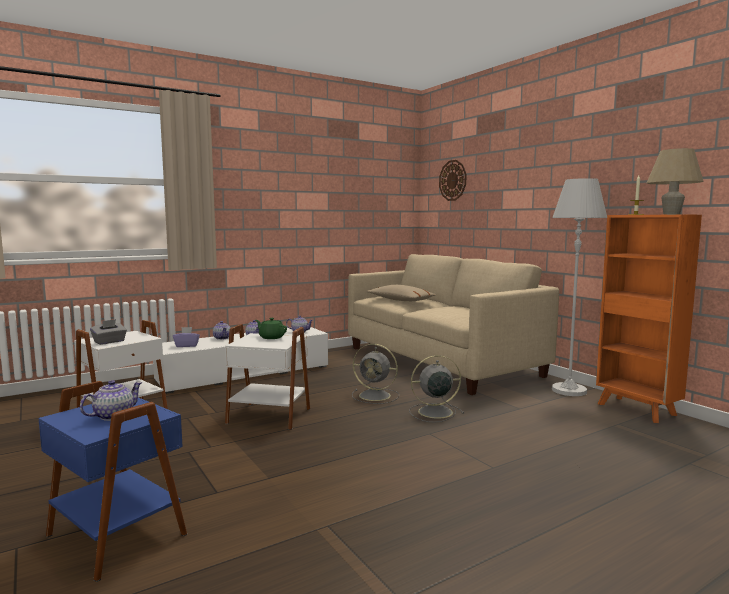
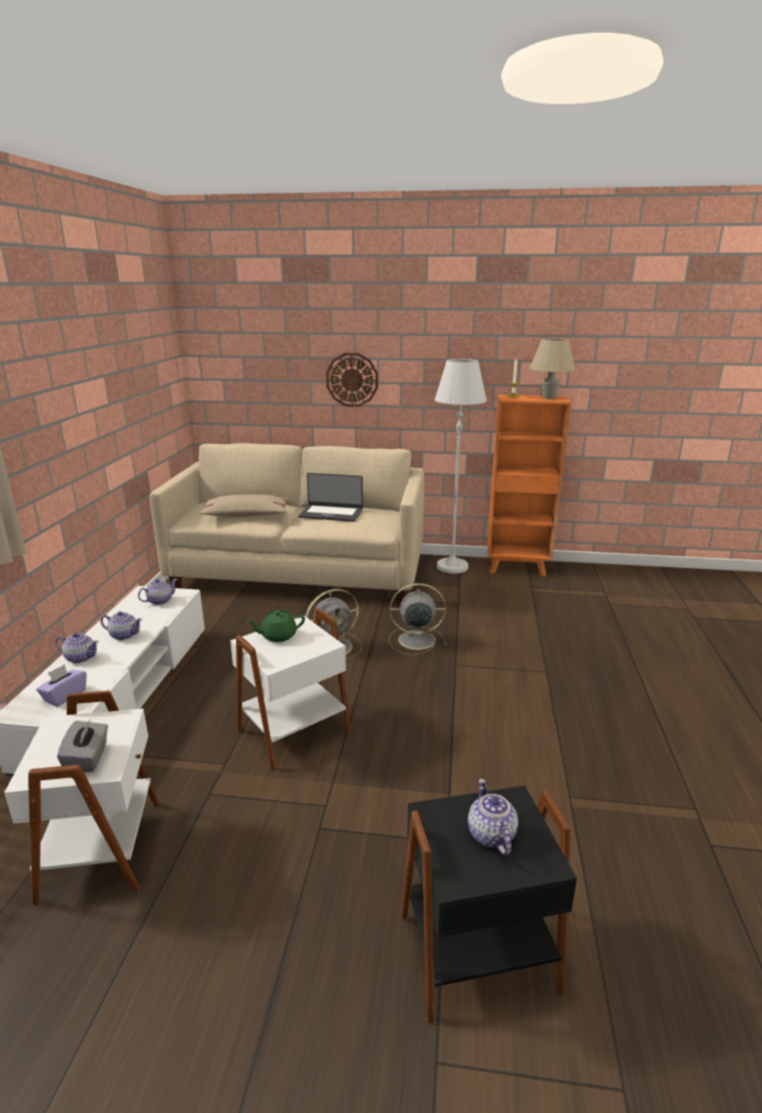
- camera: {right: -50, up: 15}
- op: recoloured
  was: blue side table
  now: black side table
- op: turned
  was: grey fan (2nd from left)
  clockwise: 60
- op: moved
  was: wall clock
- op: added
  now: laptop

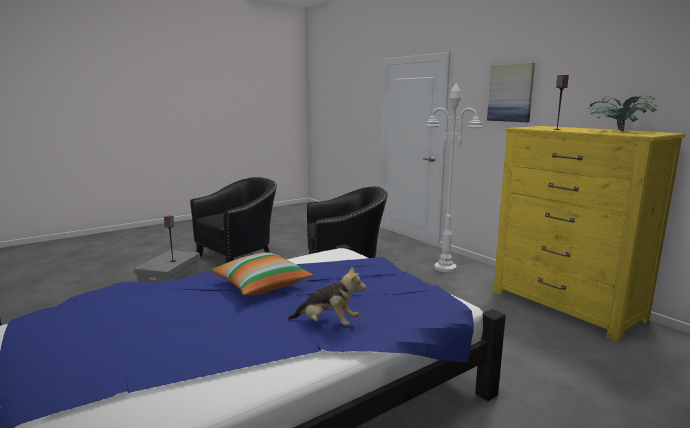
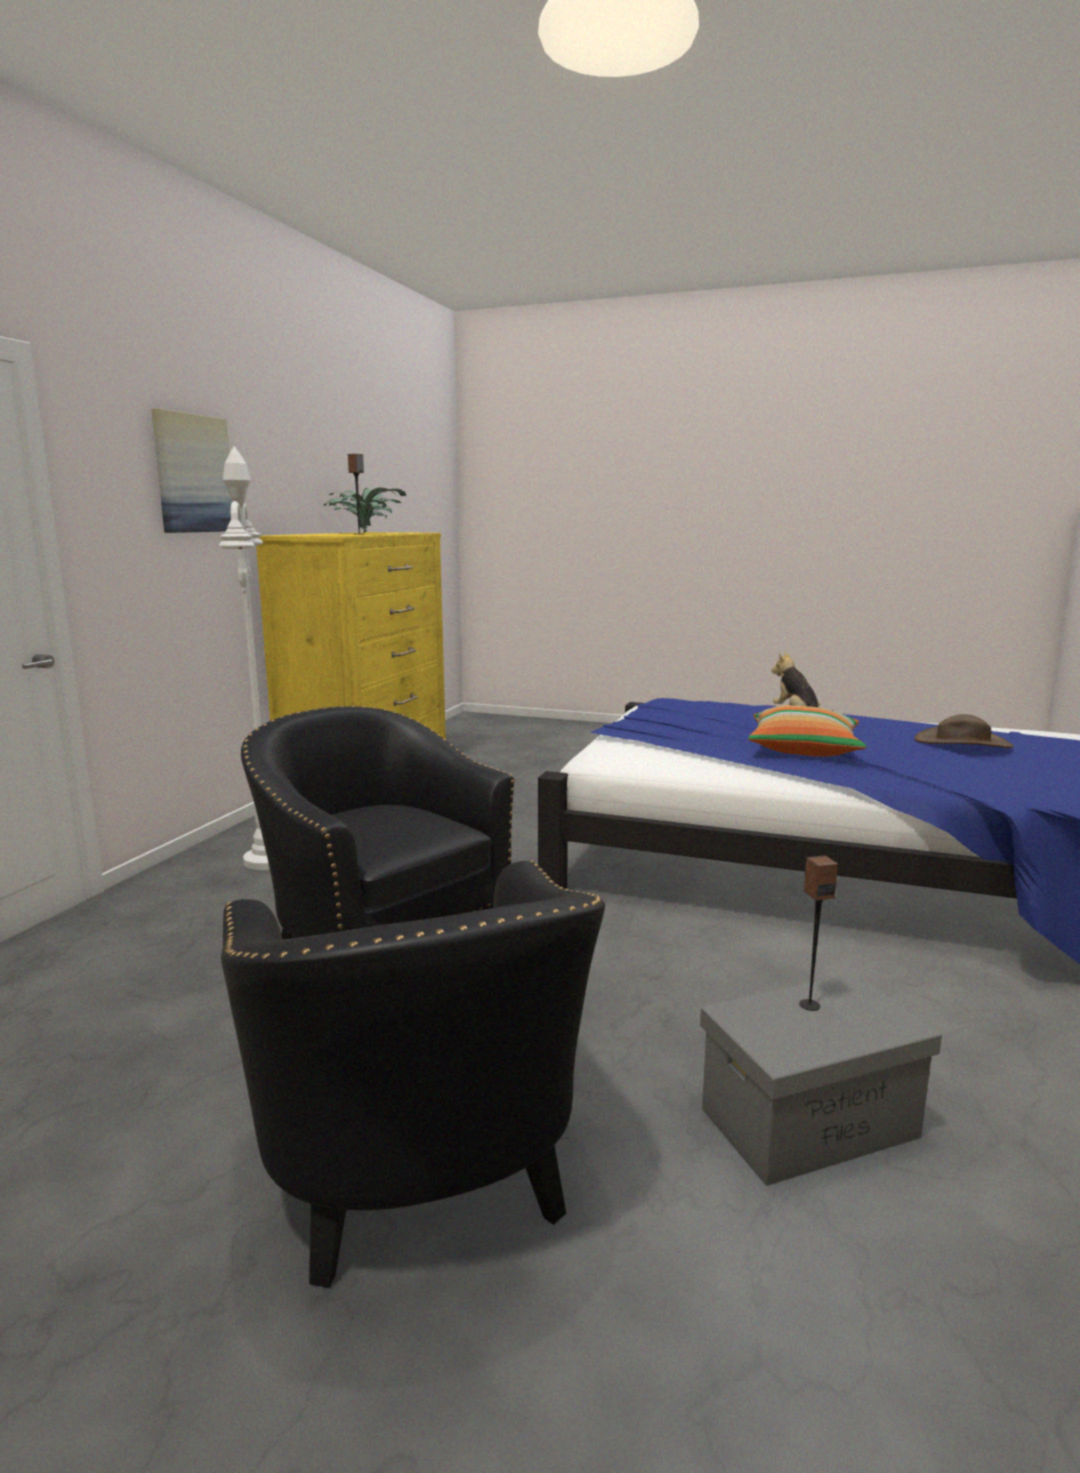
- camera: {right: -125, up: 0}
- op: turned
  was: black armchair (1st from left in the first image)
  clockwise: -120
- op: added
  now: brown hat

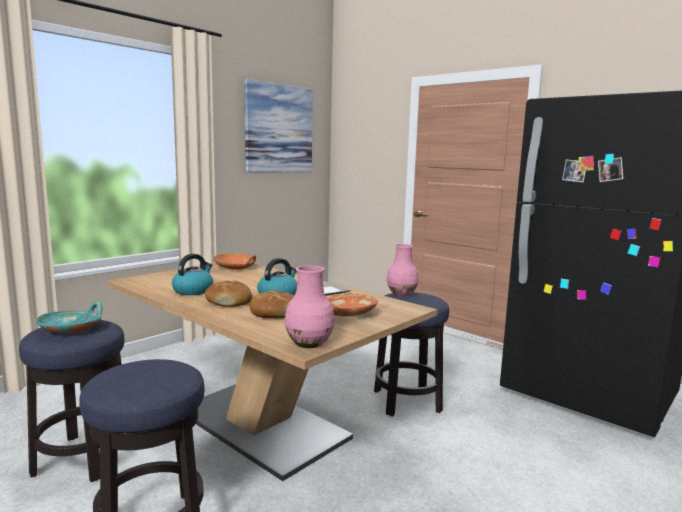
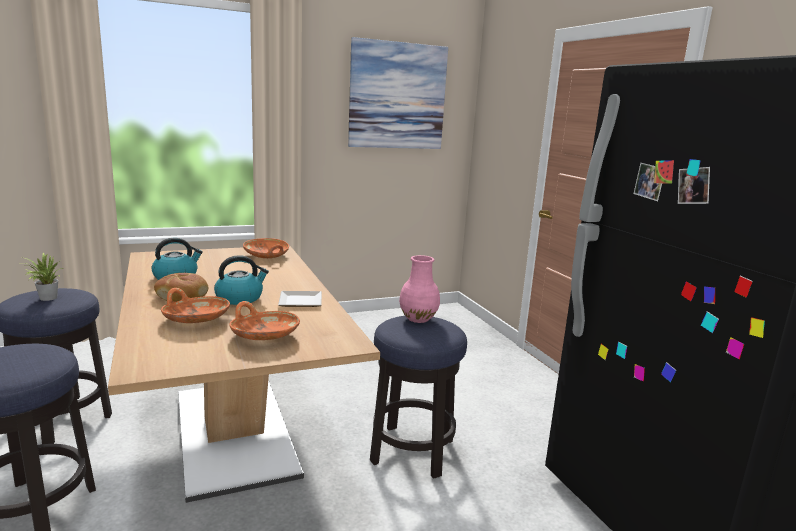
- camera: {right: 25, up: 5}
- op: replaced
  was: turquoise bowl
  now: potted plant
- op: replaced
  was: bread (2nd from left)
  now: orange bowl (1st from left)
- op: removed
  was: pink vase (1st from left)

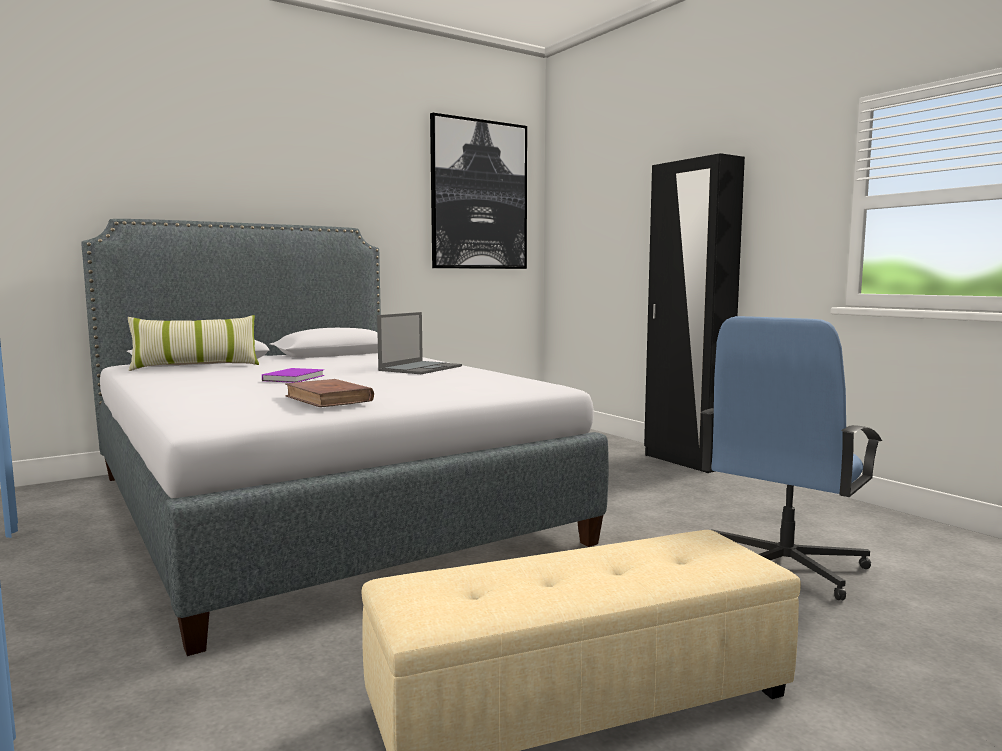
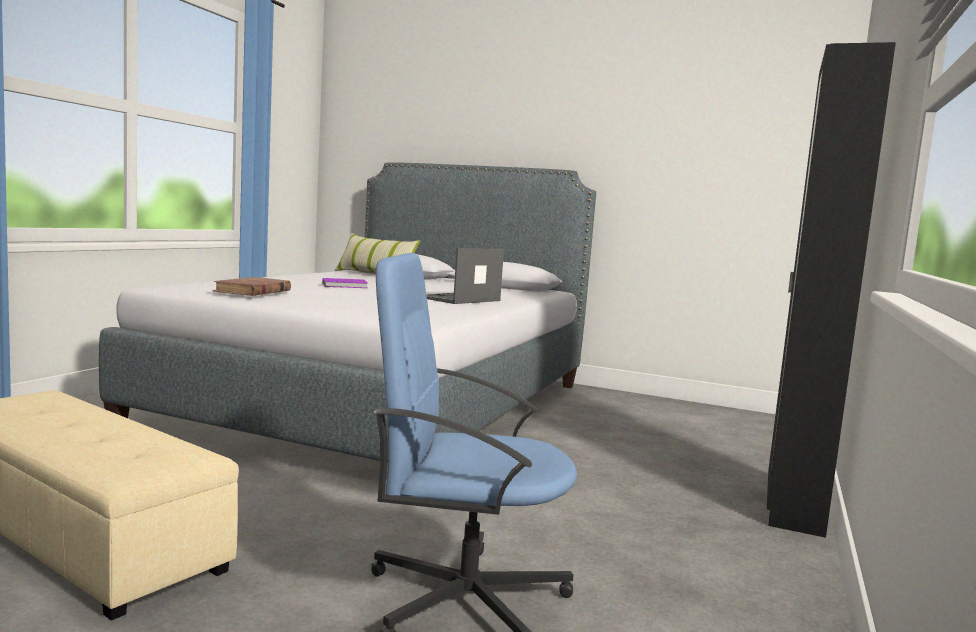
- camera: {right: 55, up: 0}
- op: turned
  was: laptop
  clockwise: 135
- op: removed
  was: picture

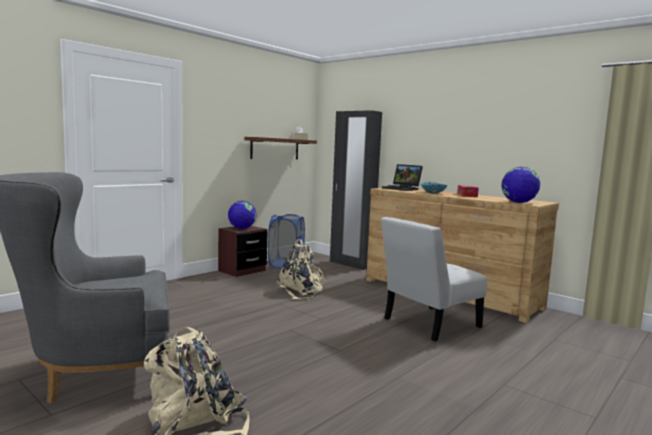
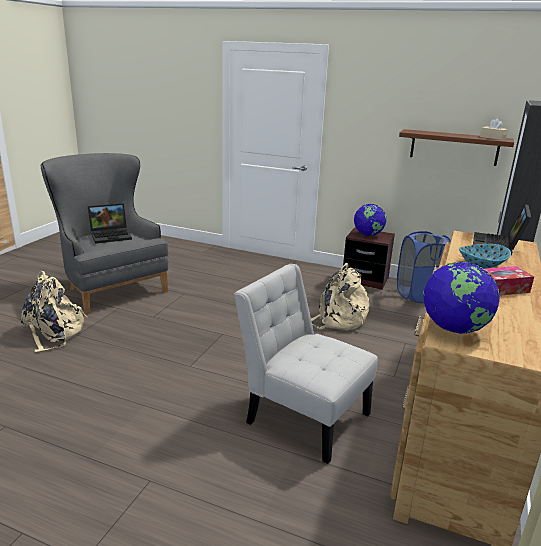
- camera: {right: 70, up: 15}
- op: added
  now: laptop (1st from left)

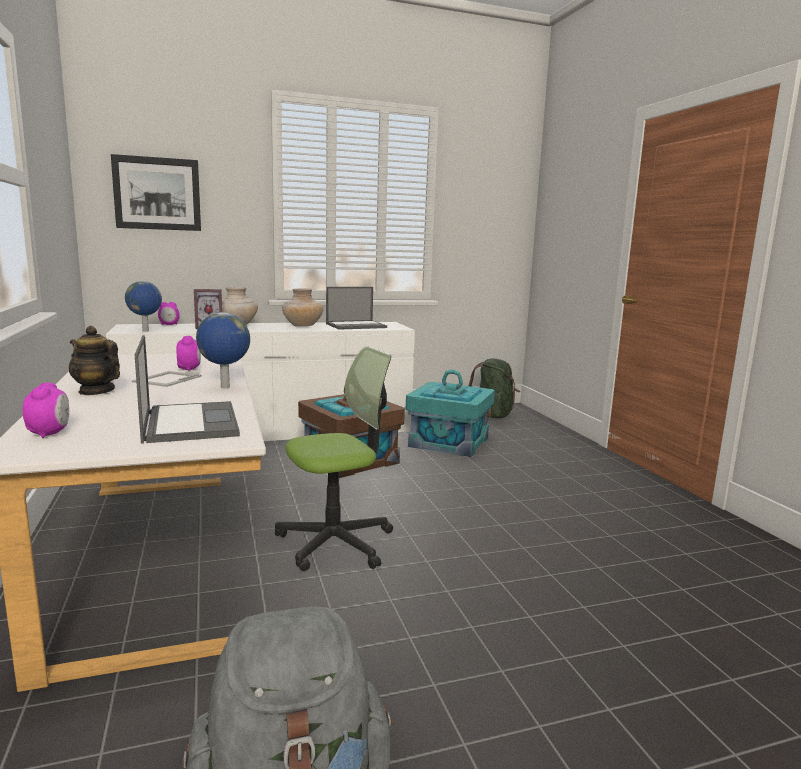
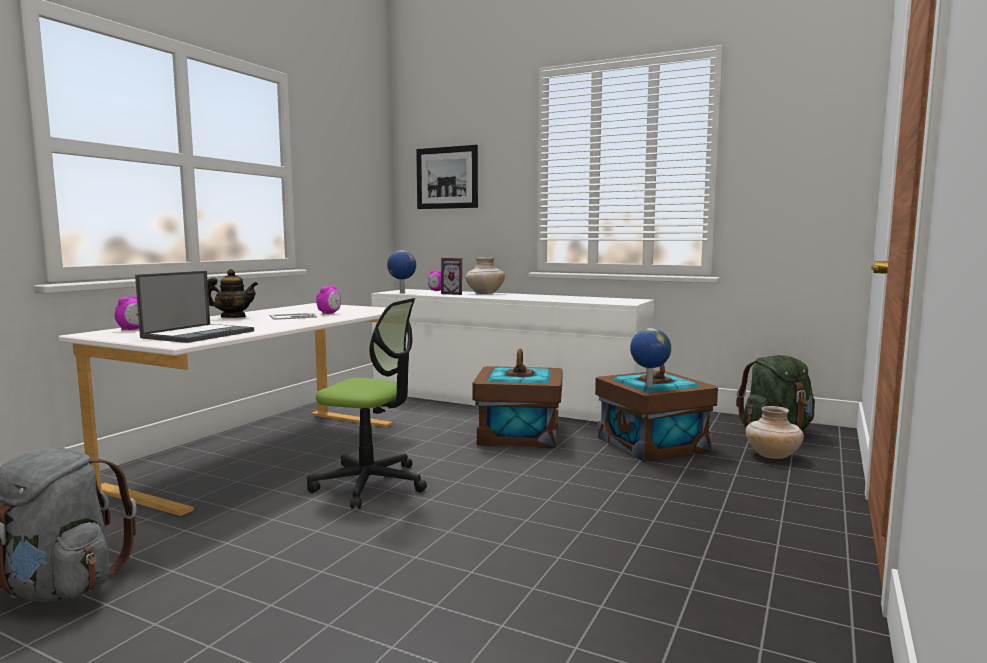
- camera: {right: 45, up: -5}
- op: turned
  was: teapot
  clockwise: 105
- op: moved
  was: globe (2nd from left)
- op: moved
  was: beige vase (2nd from left)
- op: removed
  was: laptop (2nd from left)
- op: recoloured
  was: turquoise storage box
  now: brown storage box (2nd from left)

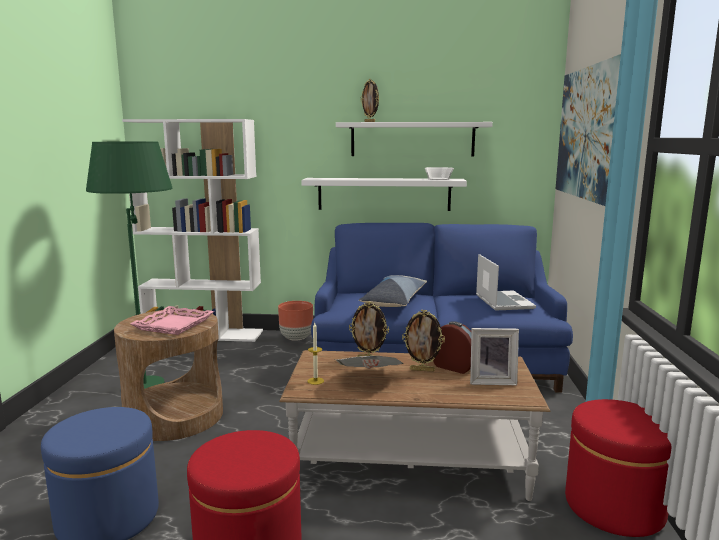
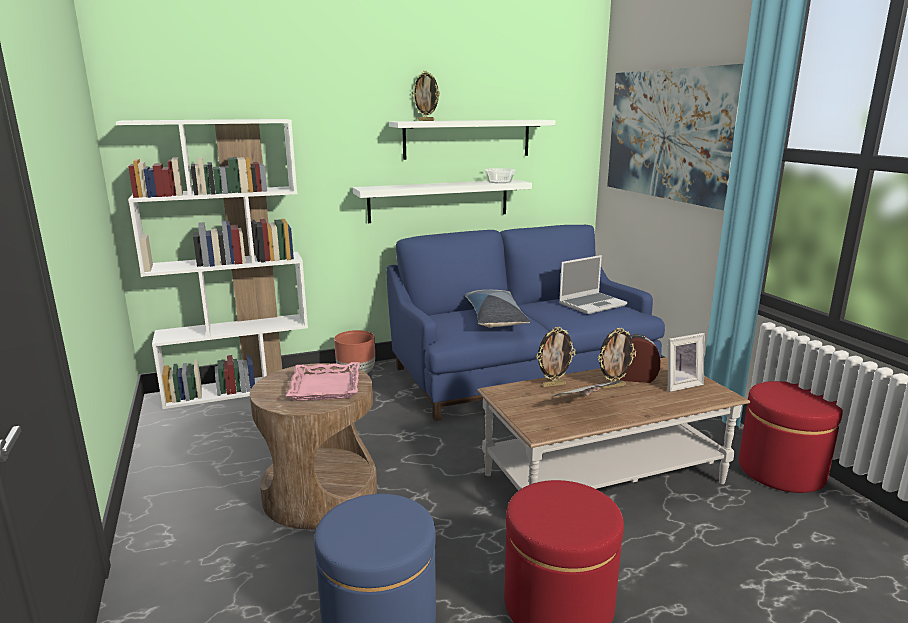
- camera: {right: -25, up: 5}
- op: removed
  was: green floor lamp
- op: removed
  was: candle
- op: turned
  was: laptop
  clockwise: 90

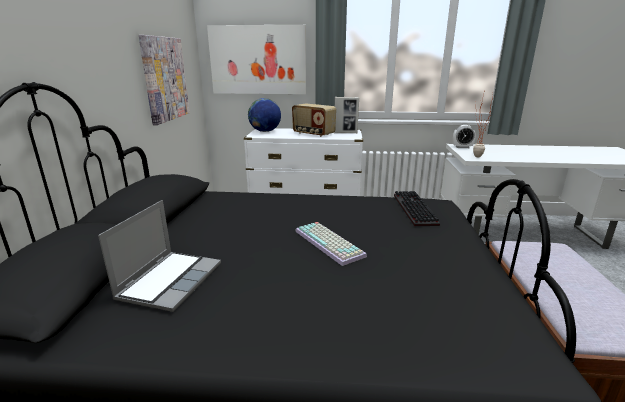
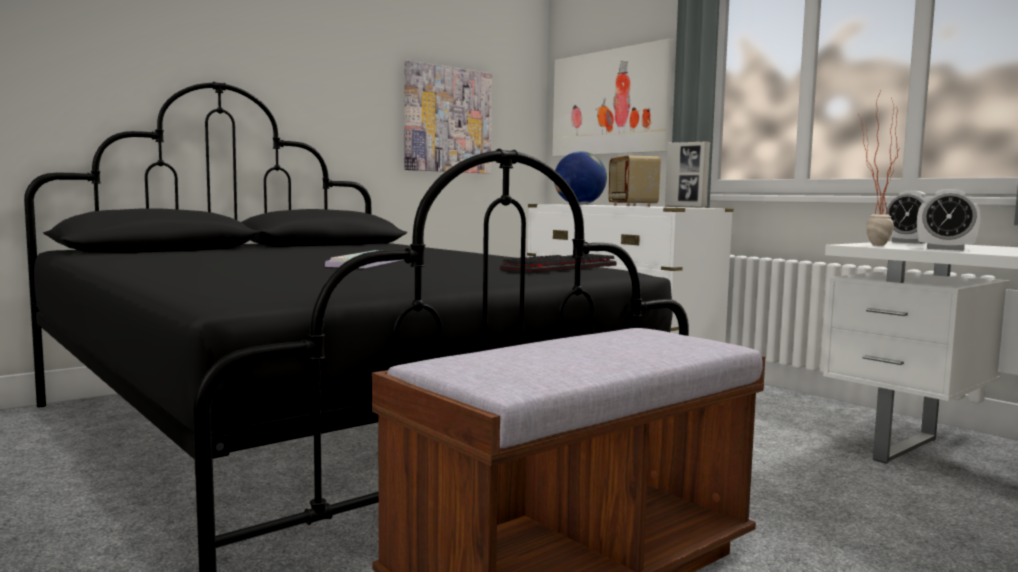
- camera: {right: 45, up: -15}
- op: removed
  was: laptop
- op: added
  now: alarm clock (2nd from left)

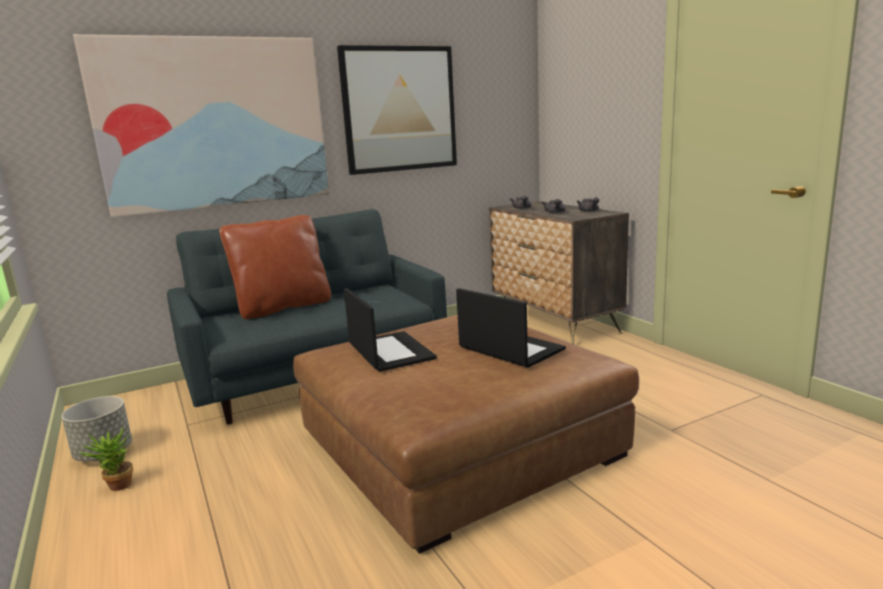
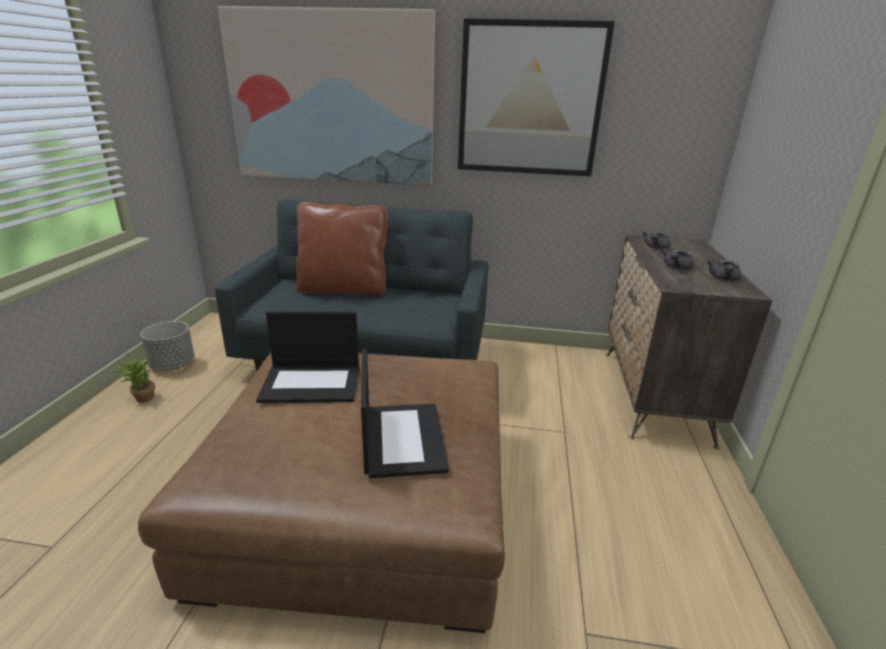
- camera: {right: 35, up: 10}
- op: turned
  was: laptop (1st from left)
  clockwise: 75

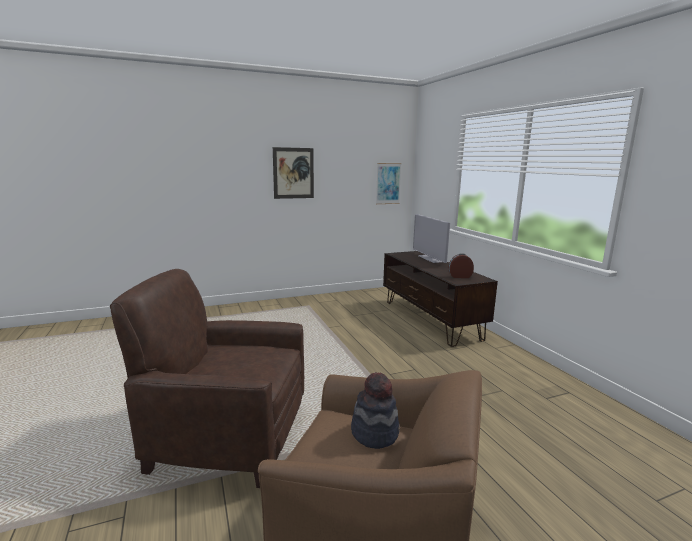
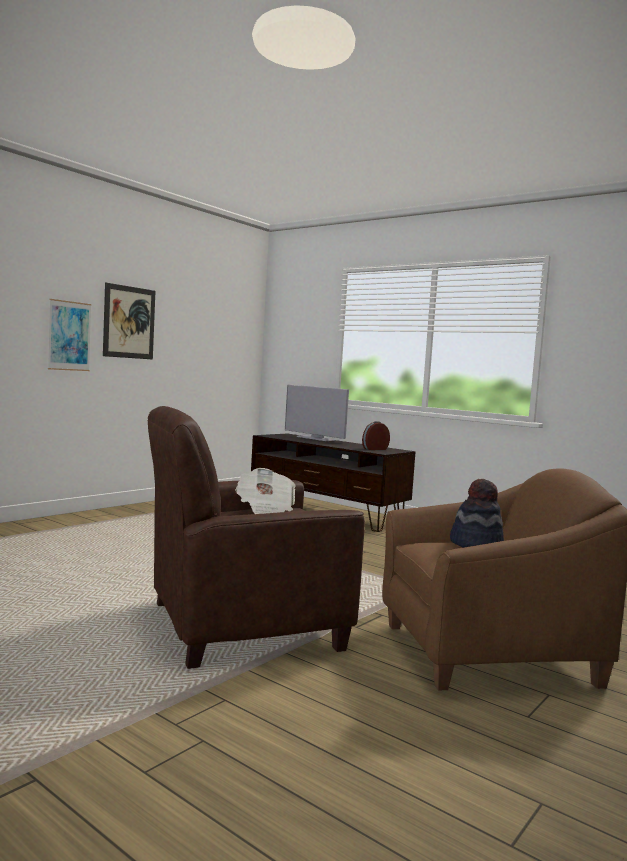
- camera: {right: -30, up: -10}
- op: moved
  was: picture (2nd from left in the first image)
  now: picture (1st from left)
- op: added
  now: newspaper

